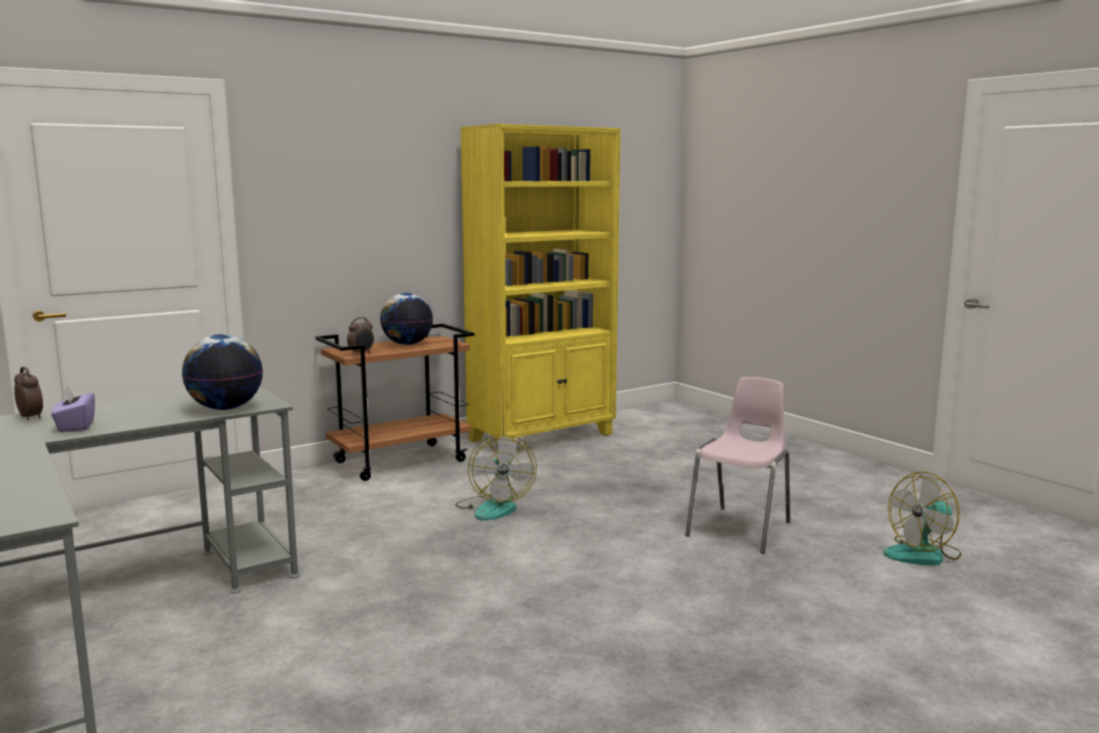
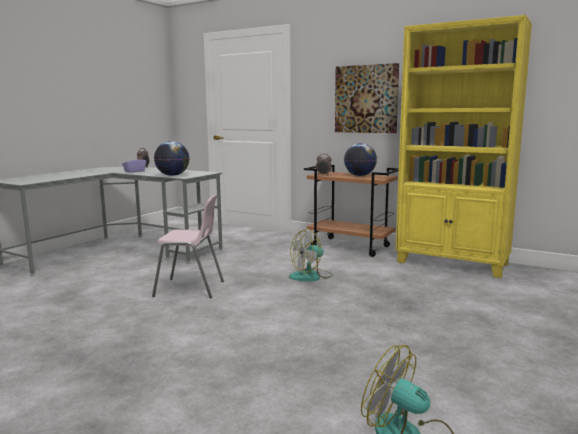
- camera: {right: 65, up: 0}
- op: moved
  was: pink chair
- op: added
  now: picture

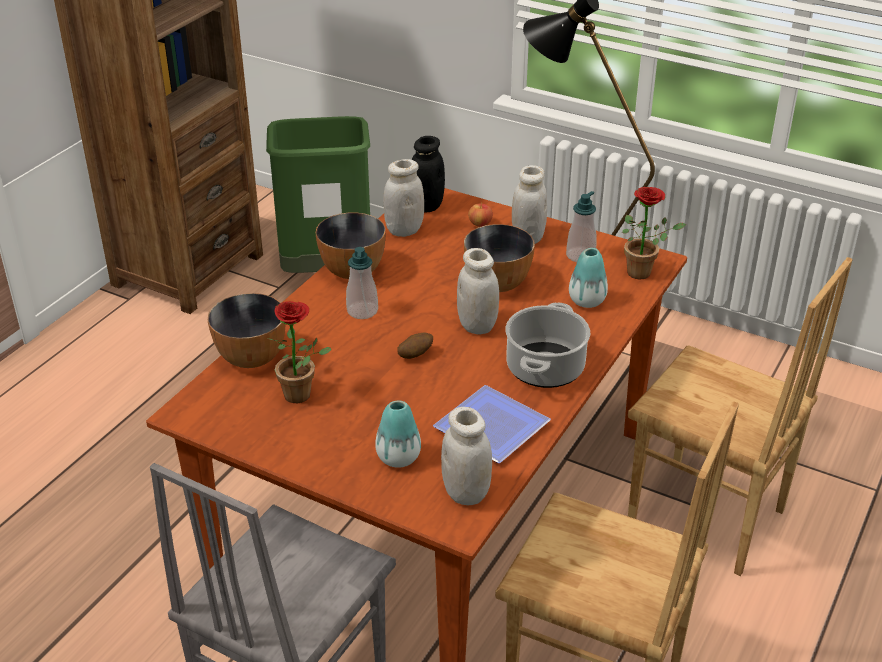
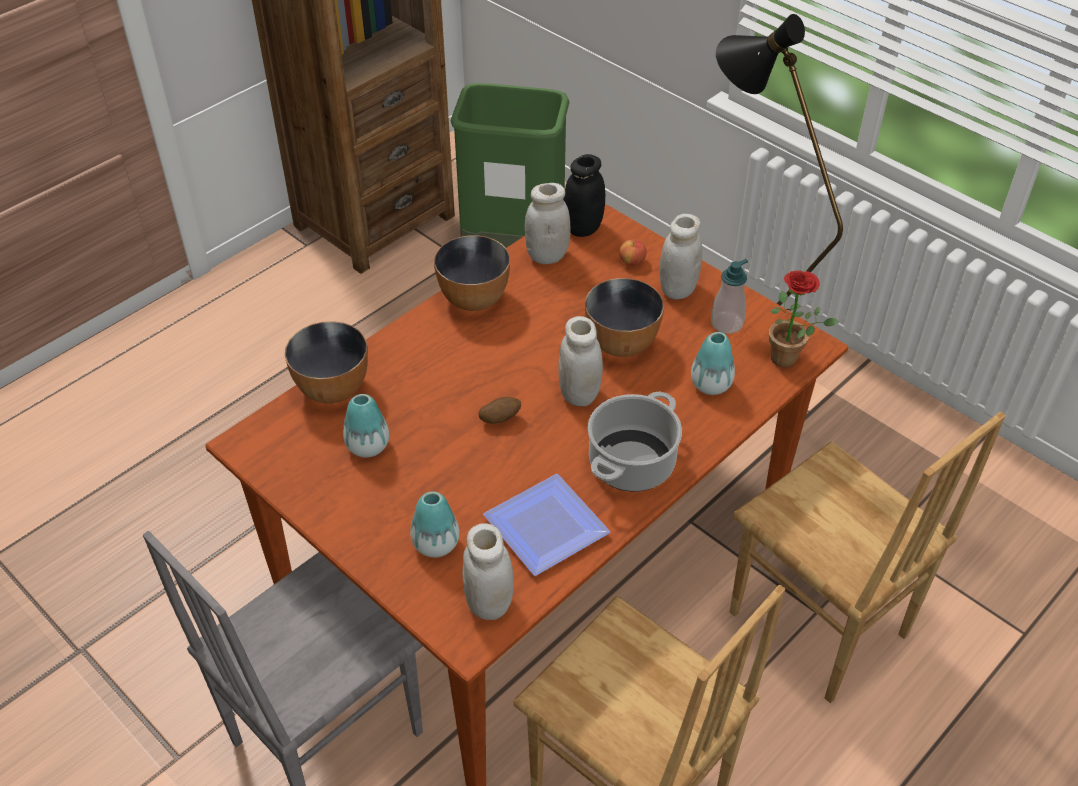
- camera: {right: 15, up: 10}
- op: replaced
  was: potted plant (1st from left)
  now: vase (1st from left)
- op: removed
  was: soap dispenser (1st from left)

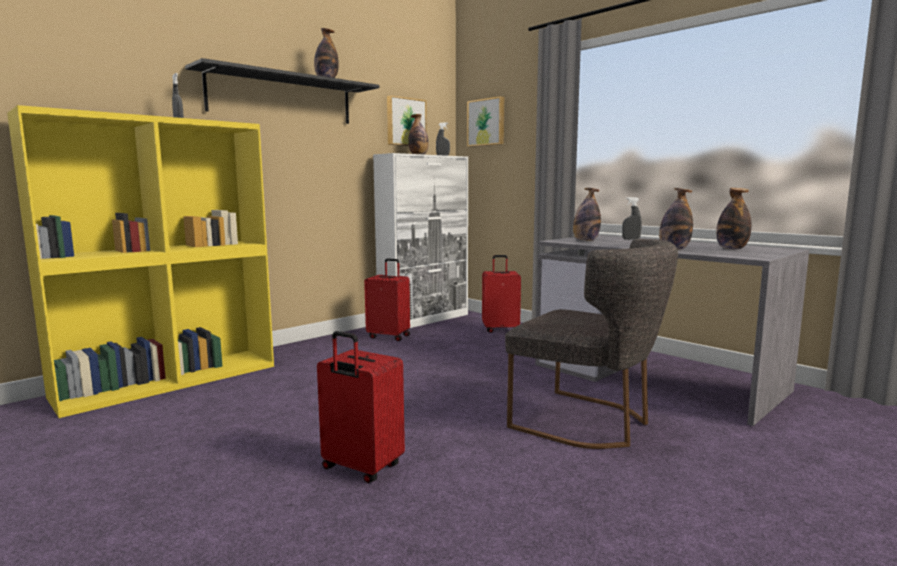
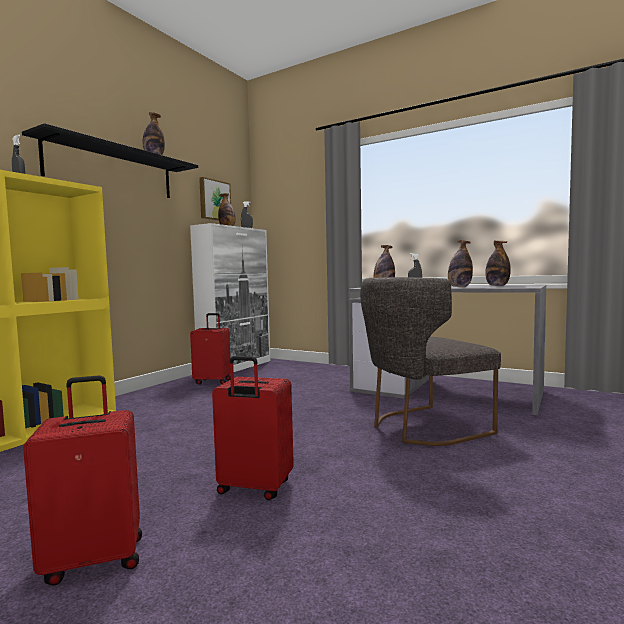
- camera: {right: -15, up: -5}
- op: removed
  was: picture (2nd from left)
- op: moved
  was: red suitcase (3rd from left in the first image)
  now: red suitcase (1st from left)
- op: turned
  was: grey chair
  clockwise: 135

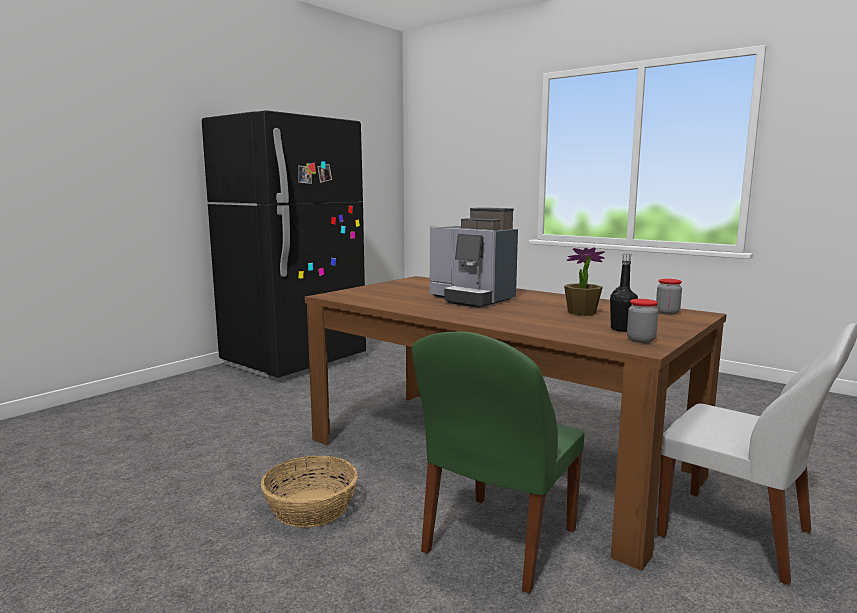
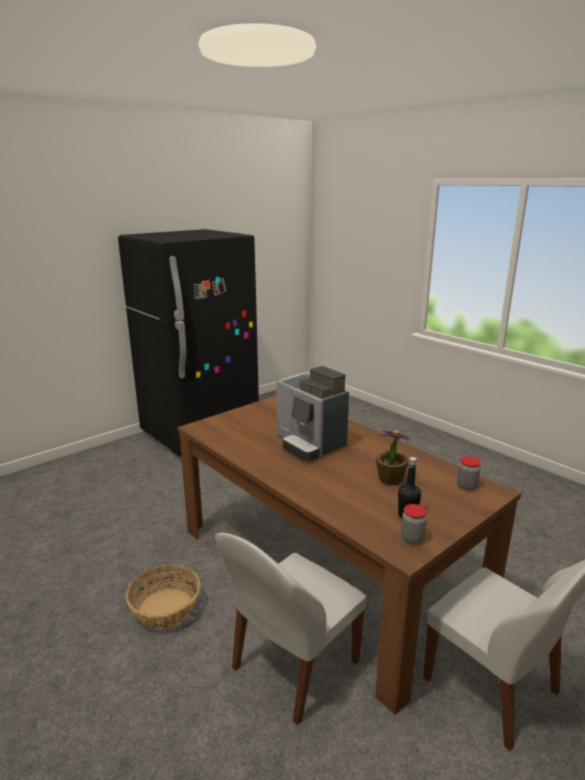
- camera: {right: 10, up: 10}
- op: recoloured
  was: green chair
  now: white chair (1st from left)

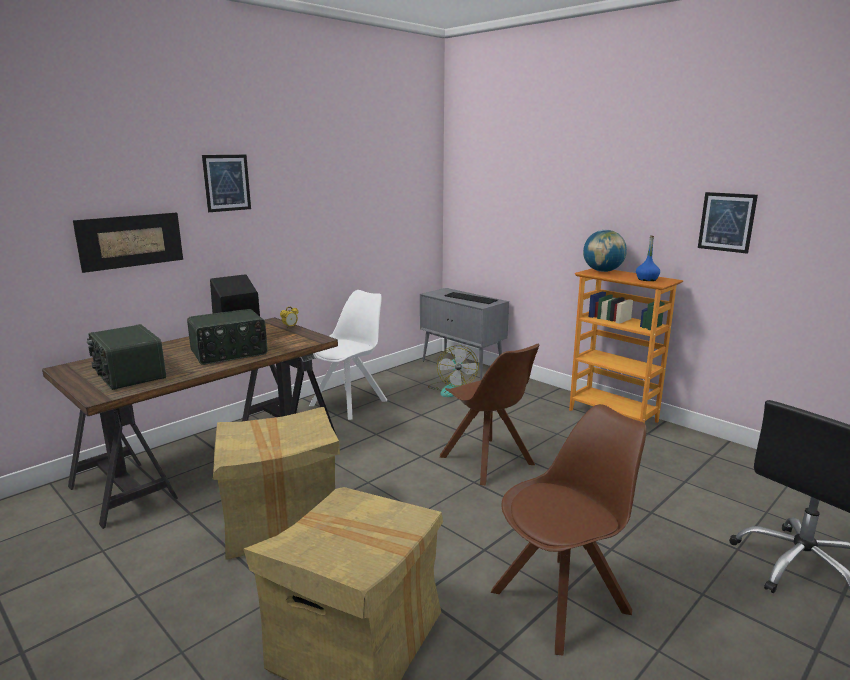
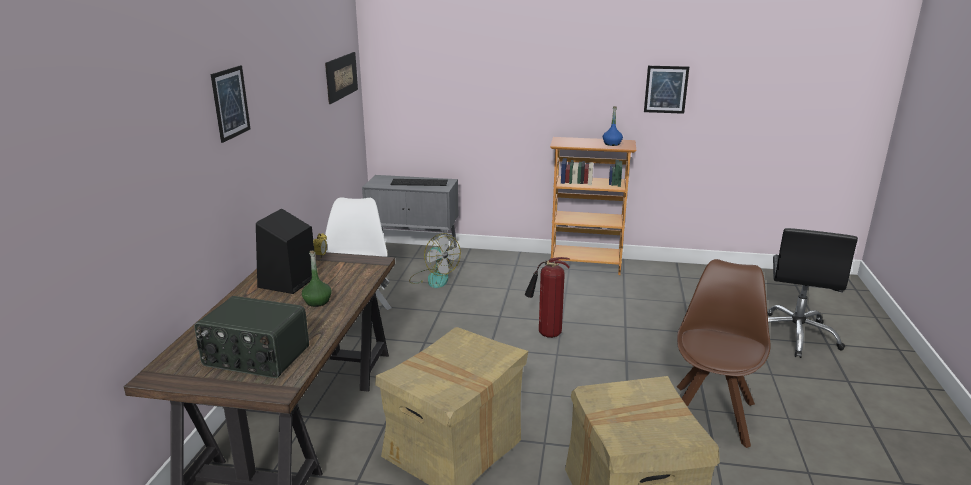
- camera: {right: -35, up: 5}
- op: moved
  was: picture (1st from left in the first image)
  now: picture (2nd from left)
- op: replaced
  was: radio (2nd from left)
  now: green bottle
- op: replaced
  was: brown chair (1st from left)
  now: fire extinguisher
- op: removed
  was: globe

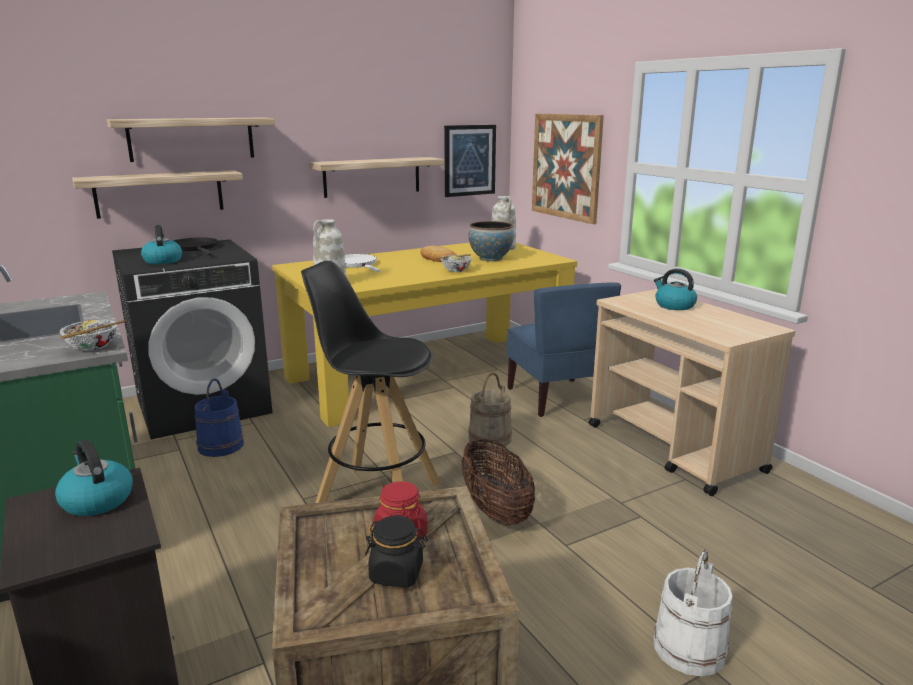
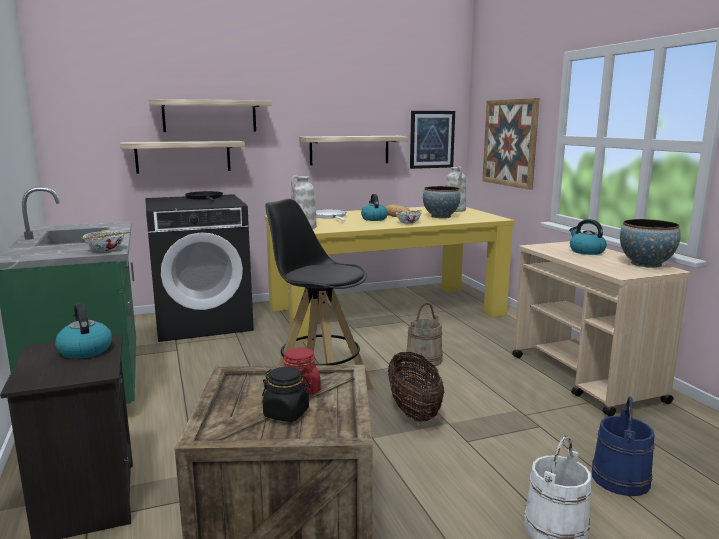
- camera: {right: 10, up: -5}
- op: moved
  was: kettle (2nd from left)
- op: moved
  was: blue bucket
- op: removed
  was: blue chair
- op: added
  now: bowl (4th from left)

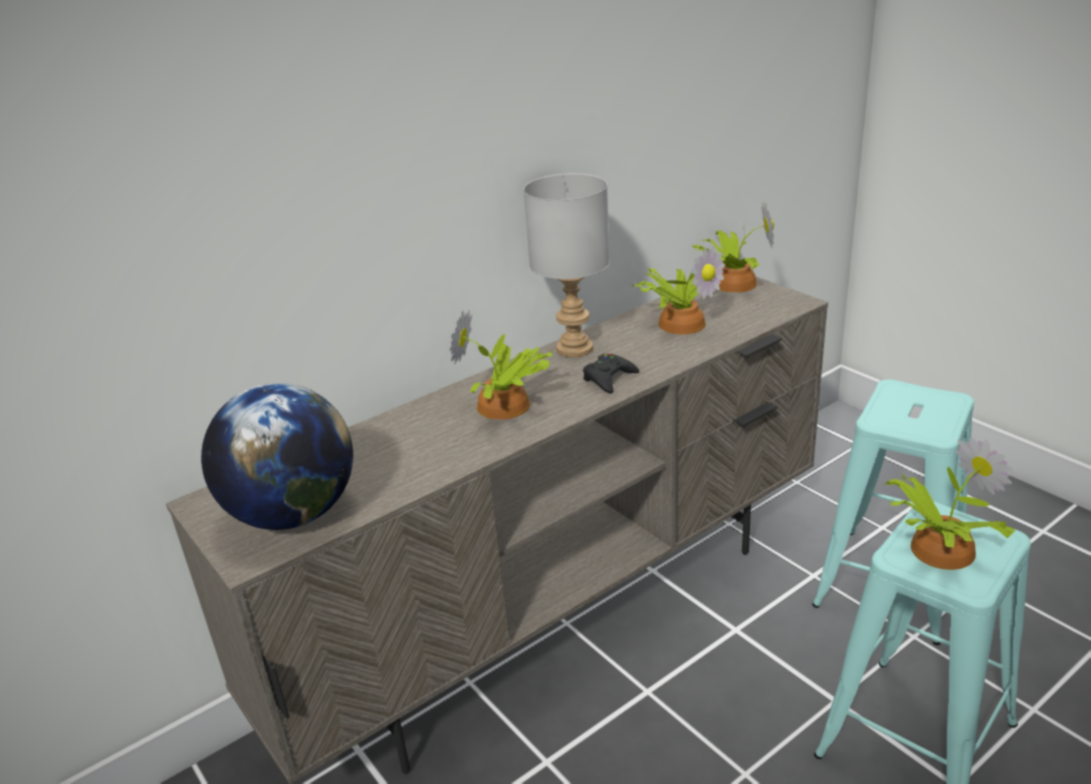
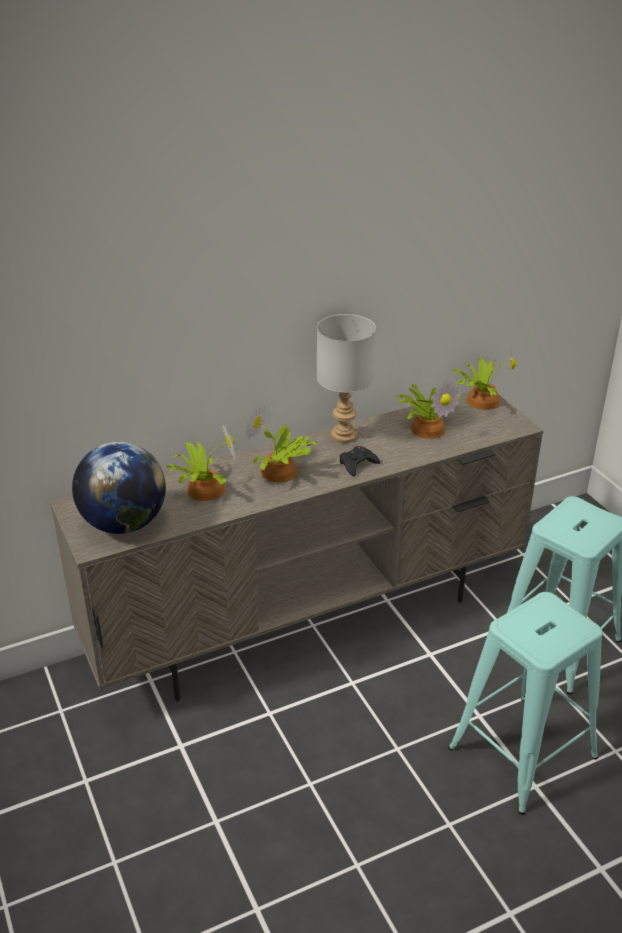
- camera: {right: 10, up: 5}
- op: moved
  was: potted plant (4th from left in the first image)
  now: potted plant (1st from left)

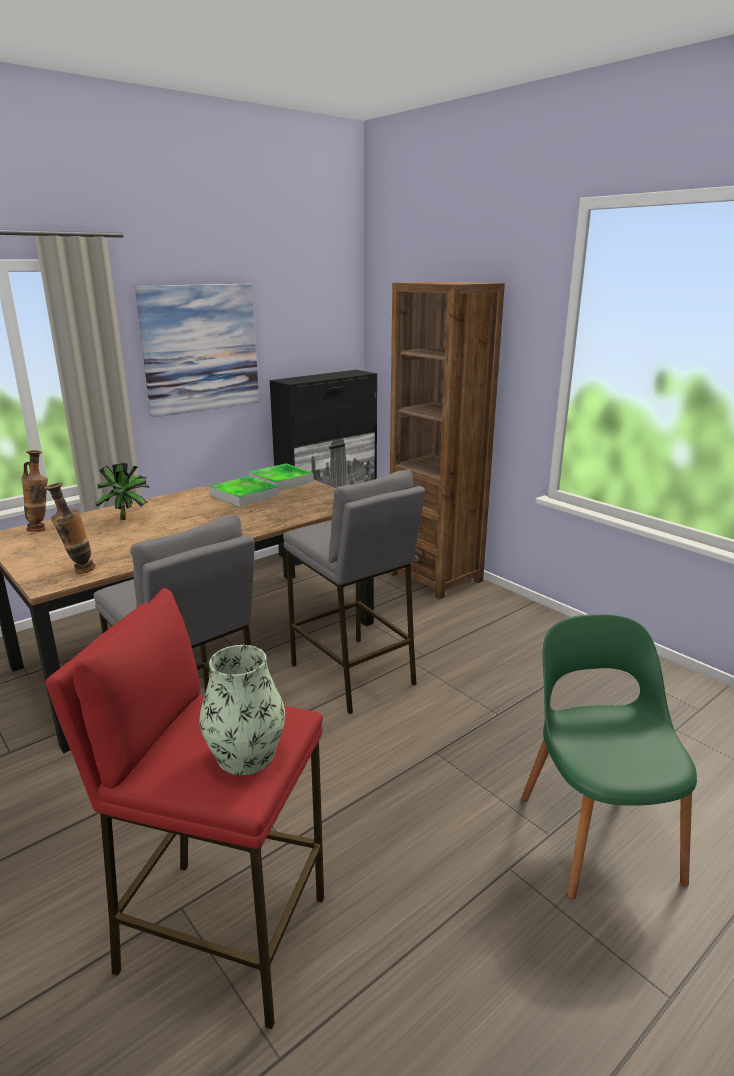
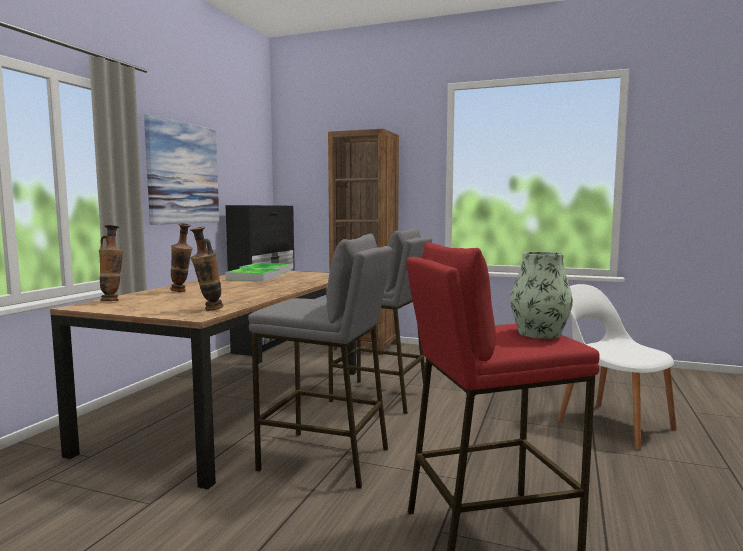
- camera: {right: -30, up: -15}
- op: replaced
  was: potted plant
  now: vase (2nd from left)
- op: recoloured
  was: green chair
  now: white chair

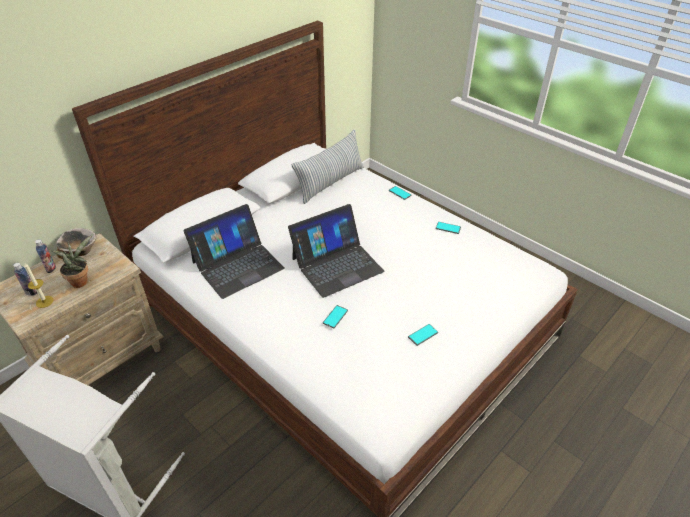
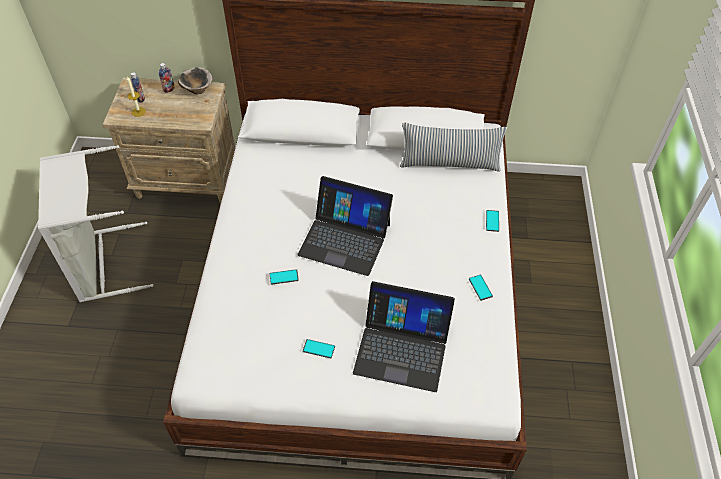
- camera: {right: 50, up: 10}
- op: removed
  was: potted plant
- op: moved
  was: laptop (1st from left in the first image)
  now: laptop (2nd from left)

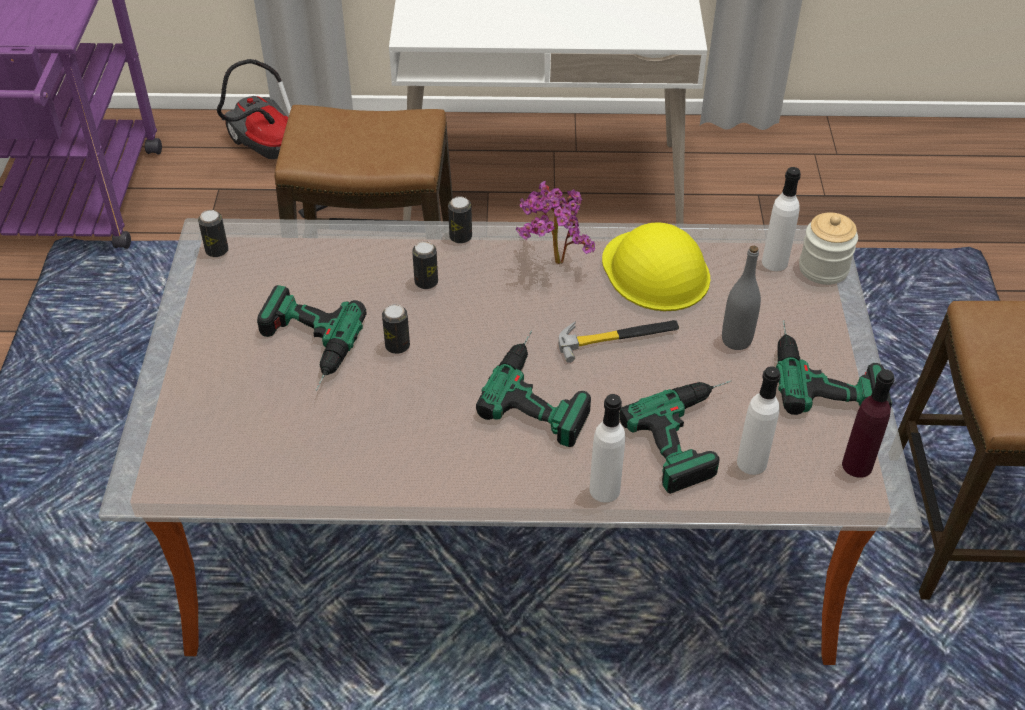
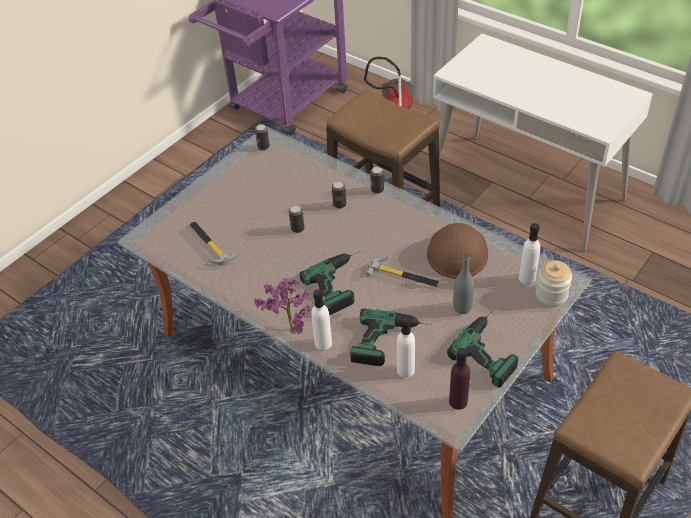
- camera: {right: 40, up: 0}
- op: removed
  was: power drill (1st from left)
- op: moved
  was: potted plant
- op: recoloured
  was: yellow hard hat
  now: brown hard hat
- op: added
  now: hammer (1st from left)

